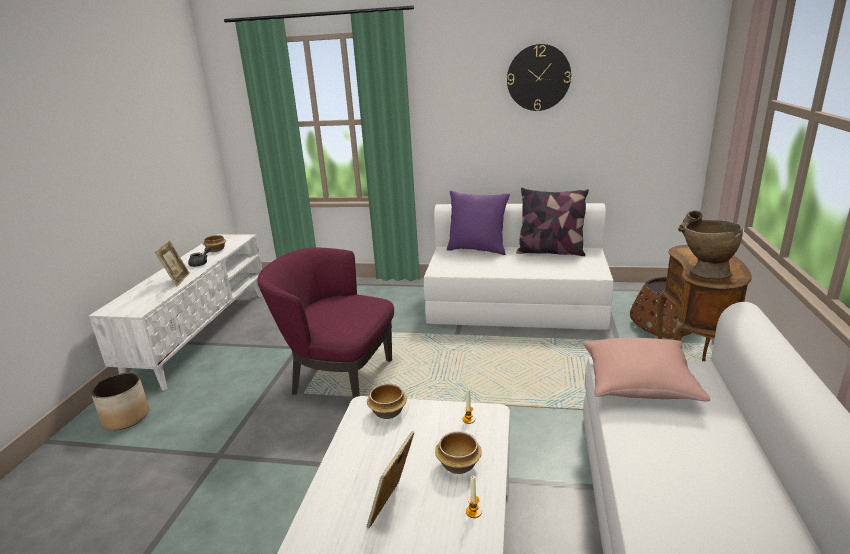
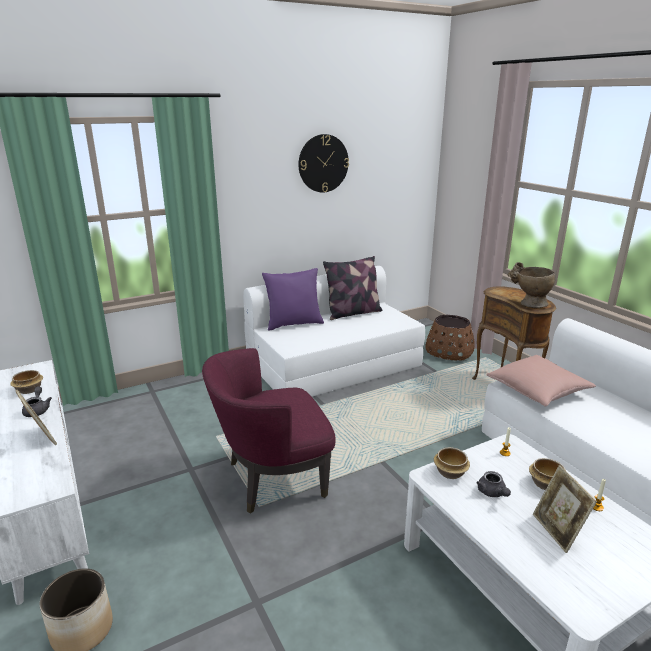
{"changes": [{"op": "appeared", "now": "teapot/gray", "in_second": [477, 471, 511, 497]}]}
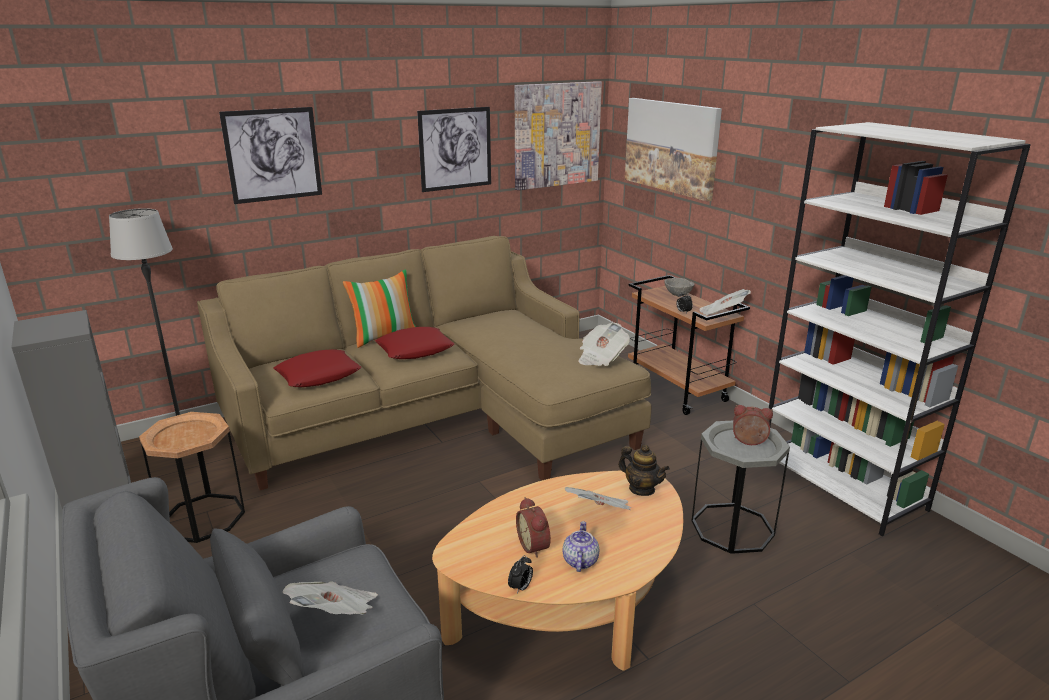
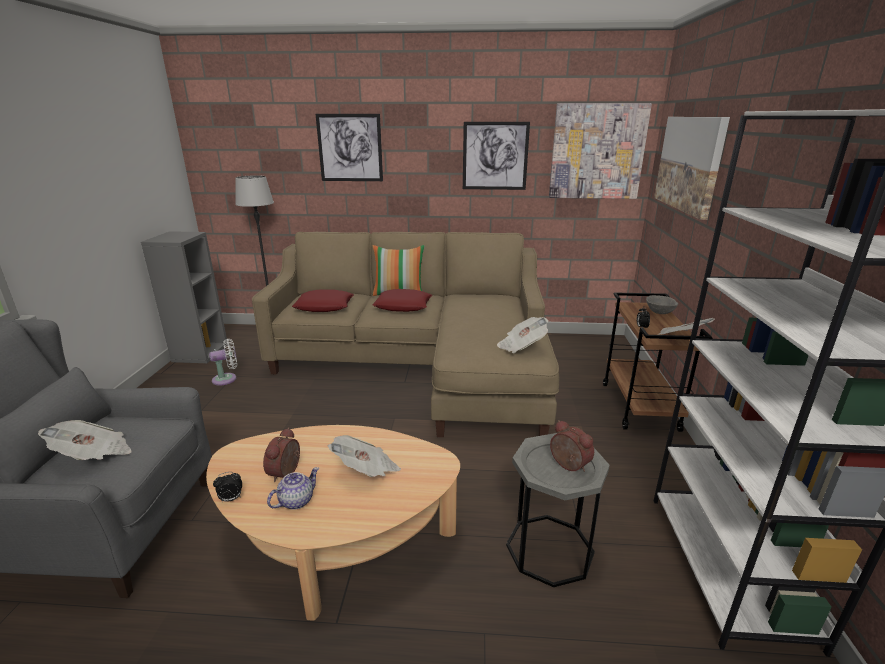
{"changes": [{"op": "exchanged", "was": "end table/brown", "now": "electric fan/whitish", "in_first": [139, 412, 245, 543], "in_second": [209, 339, 237, 385]}, {"op": "missing", "was": "teapot", "in_first": [618, 445, 670, 496]}]}
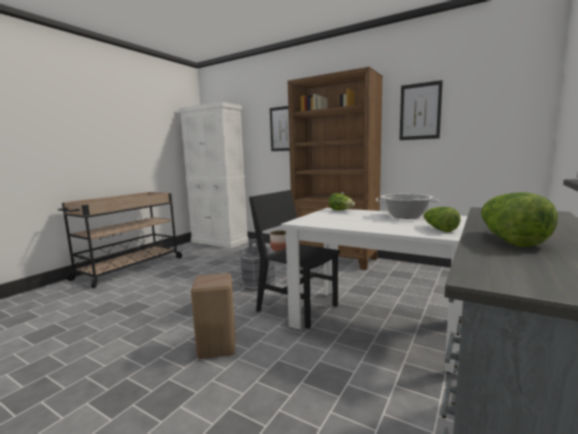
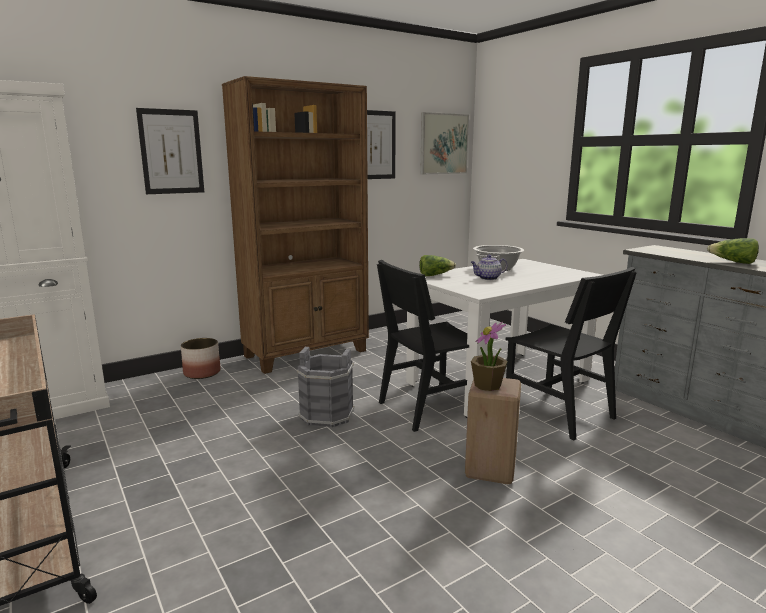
{"changes": [{"op": "missing", "was": "head of lettuce", "in_first": [423, 207, 461, 232]}, {"op": "appeared", "now": "wall picture", "in_second": [420, 112, 469, 174]}, {"op": "appeared", "now": "teapot", "in_second": [471, 255, 508, 280]}, {"op": "appeared", "now": "upright chair/blackish", "in_second": [505, 267, 637, 441]}, {"op": "appeared", "now": "potted plant", "in_second": [471, 322, 508, 391]}]}
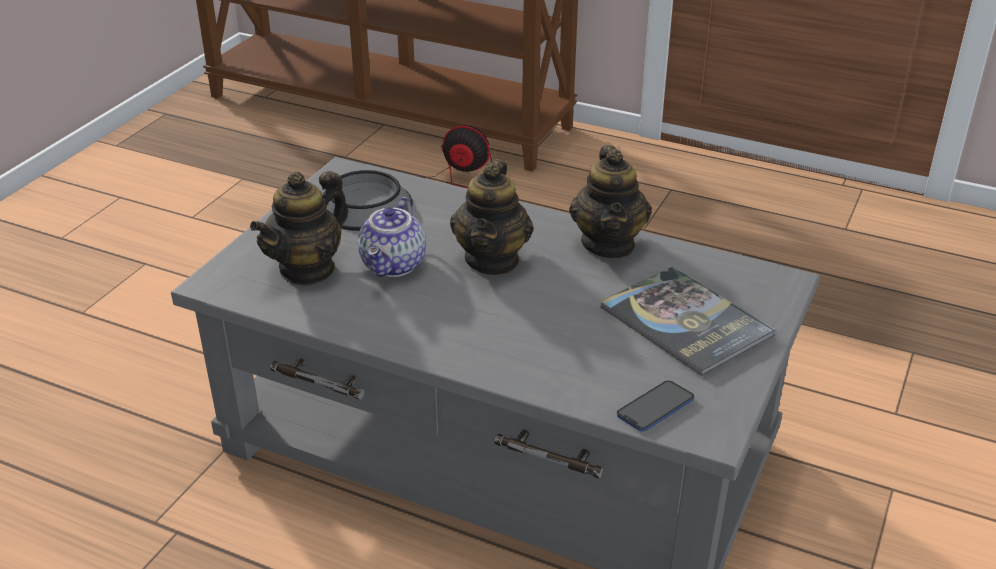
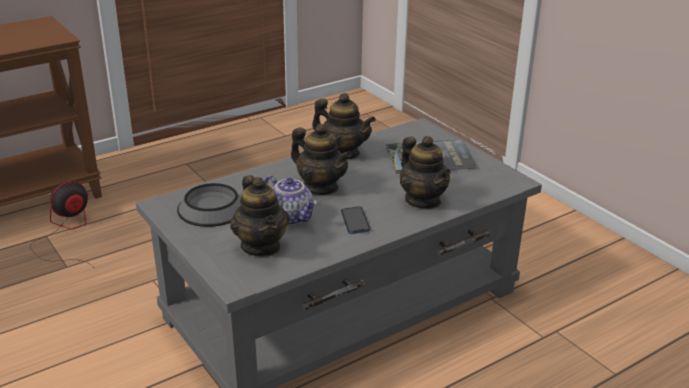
{"changes": [{"op": "relocated", "was": "telephone", "in_first": [617, 380, 694, 431], "in_second": [341, 206, 370, 234]}, {"op": "appeared", "now": "teapot", "in_second": [400, 136, 451, 209]}]}
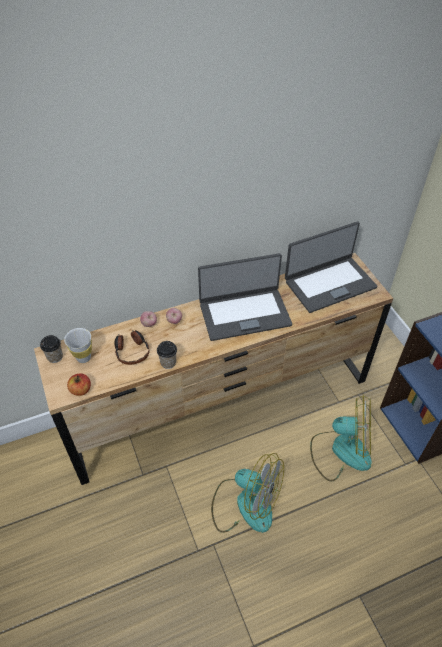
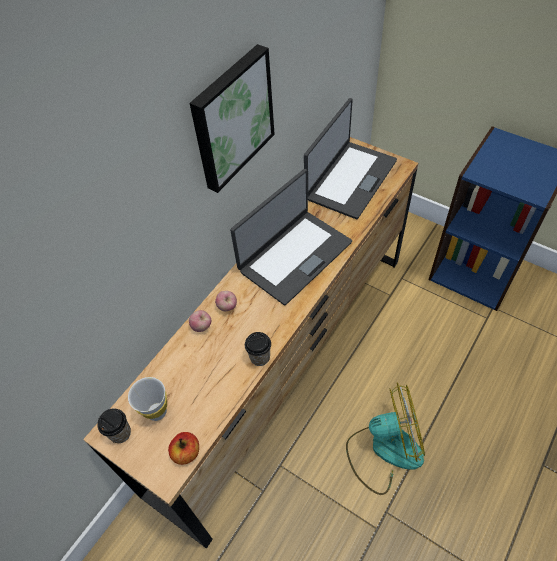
{"changes": [{"op": "missing", "was": "pair of headphones", "in_first": [114, 330, 150, 365]}, {"op": "missing", "was": "electric fan", "in_first": [310, 395, 372, 481]}, {"op": "appeared", "now": "wall picture", "in_second": [190, 44, 275, 193]}]}
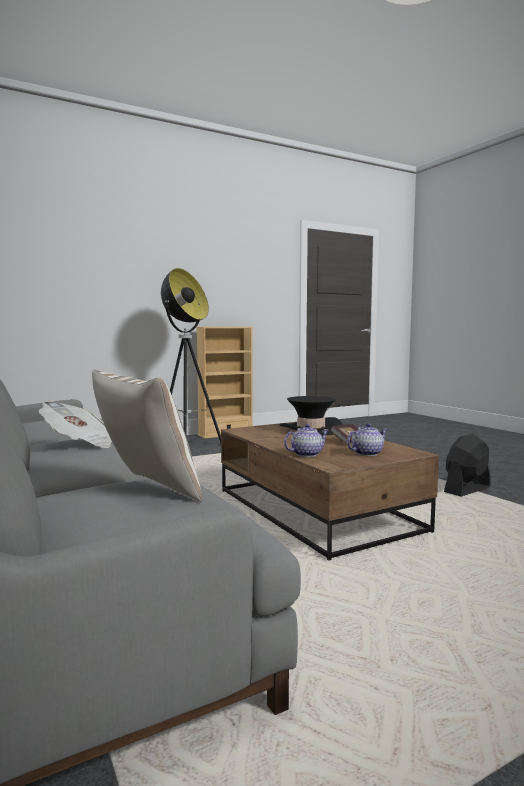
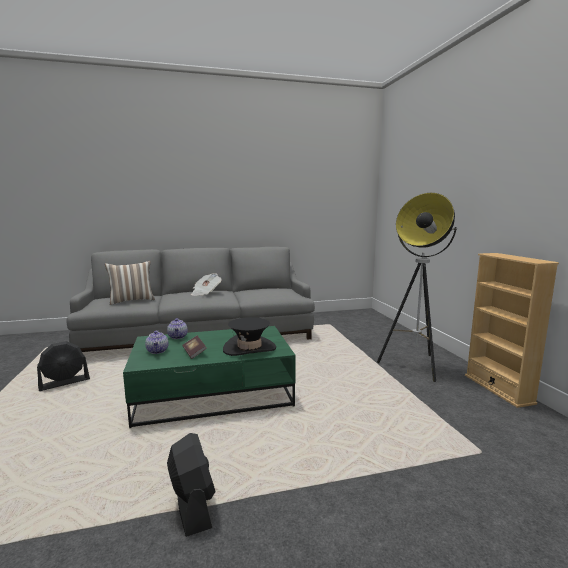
{"changes": [{"op": "colour", "was": "lounge table/brown", "now": "lounge table/greenish", "in_first": [221, 422, 439, 560], "in_second": [123, 326, 296, 428]}, {"op": "appeared", "now": "electric fan/blackish", "in_second": [37, 341, 90, 391]}]}
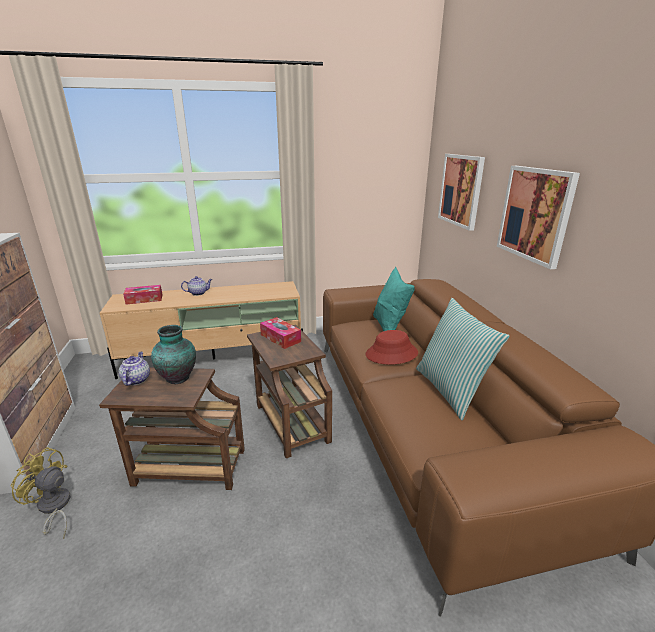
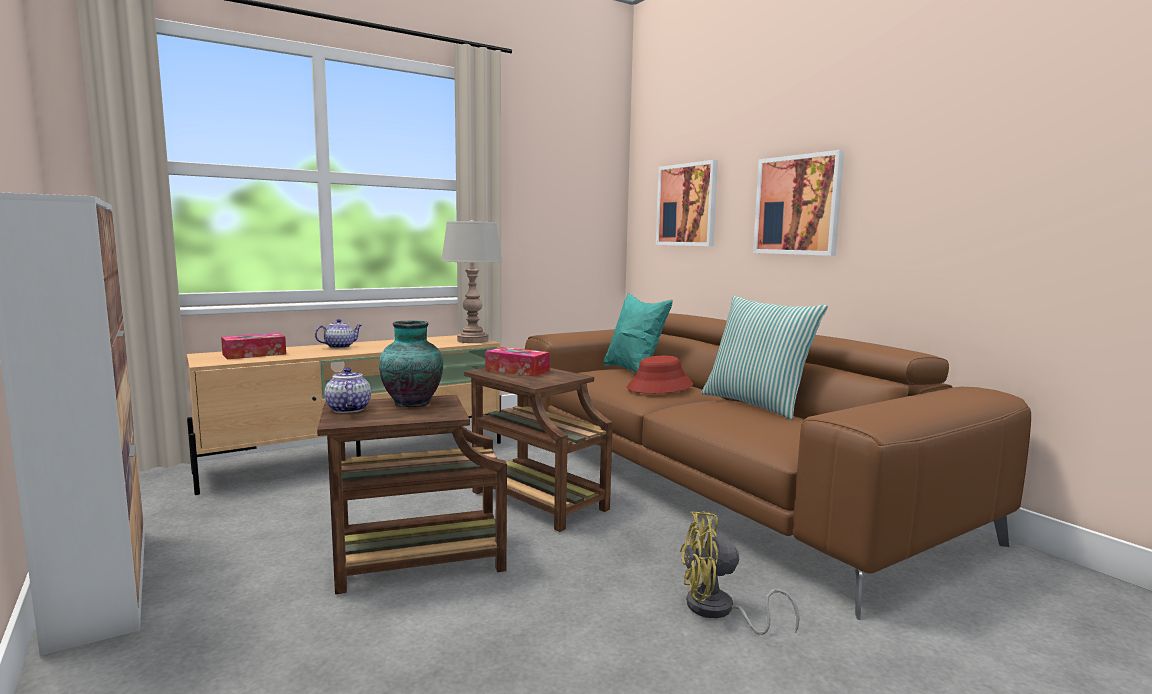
{"changes": [{"op": "relocated", "was": "electric fan/yellow-coloured", "in_first": [10, 447, 70, 539], "in_second": [680, 511, 800, 635]}, {"op": "appeared", "now": "tabletop lamp/gray", "in_second": [441, 220, 503, 343]}]}
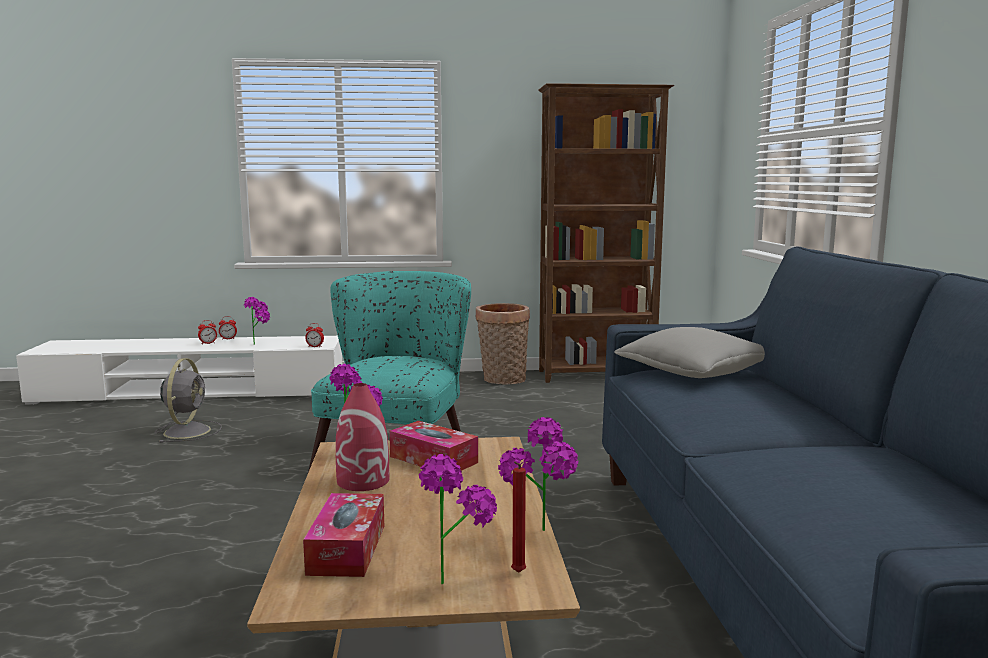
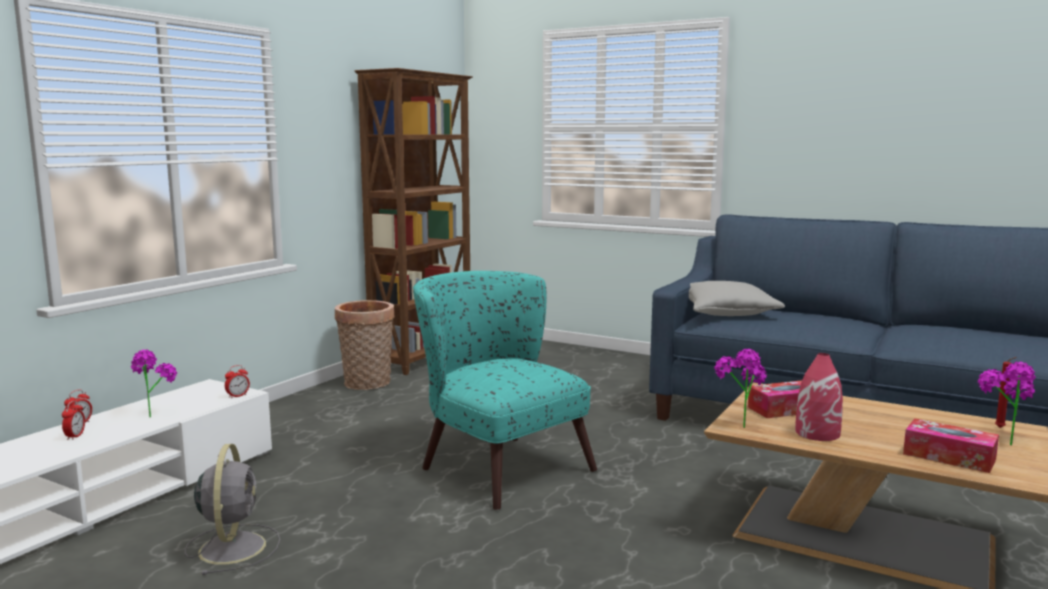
{"changes": [{"op": "spun", "was": "electric fan/gray", "in_first": [155, 358, 222, 443], "in_second": [185, 444, 280, 575], "clockwise": 45}, {"op": "missing", "was": "potted plant", "in_first": [498, 417, 578, 531]}]}
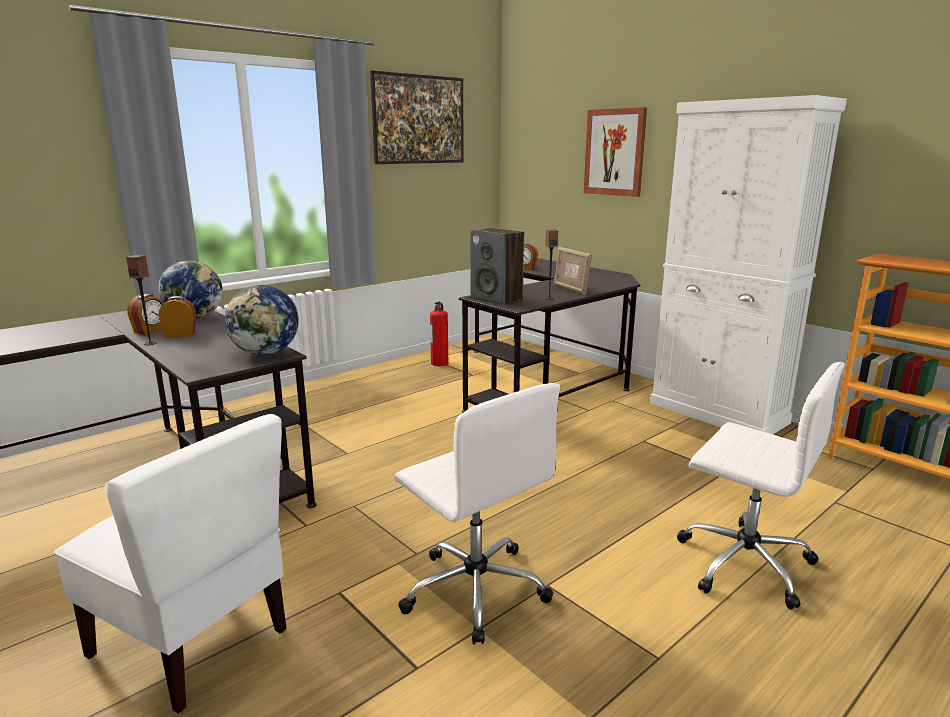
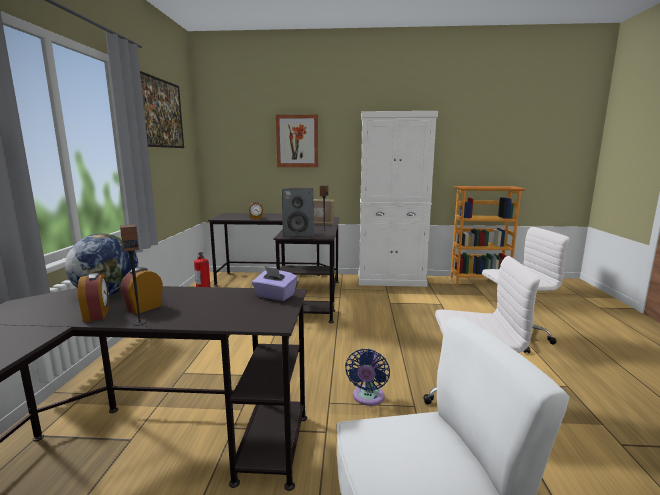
{"changes": [{"op": "exchanged", "was": "desk globe", "now": "tissue box/purple", "in_first": [225, 285, 299, 355], "in_second": [252, 267, 298, 301]}, {"op": "appeared", "now": "electric fan/blue", "in_second": [345, 349, 390, 406]}]}
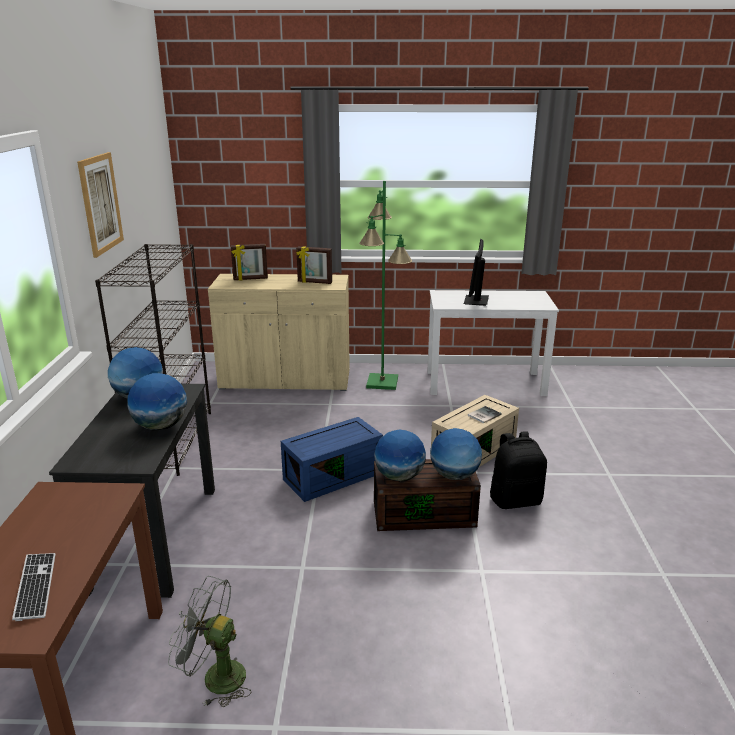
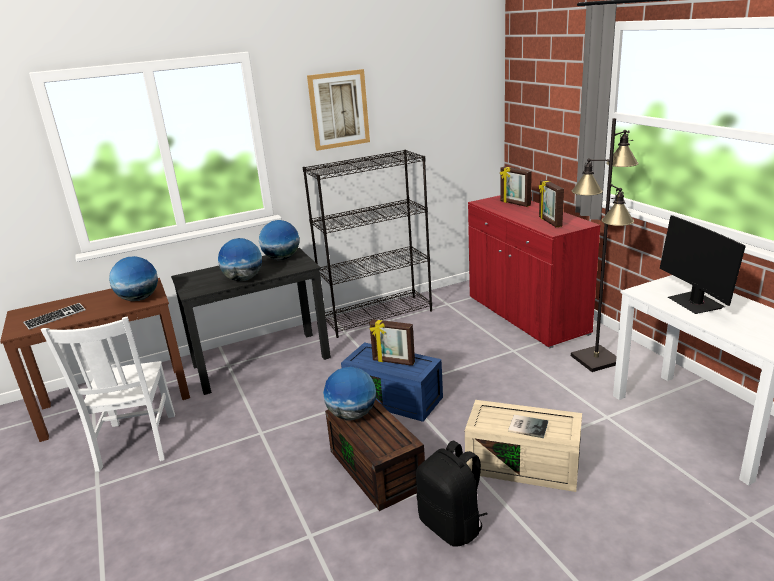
{"changes": [{"op": "colour", "was": "standing lamp/greenish", "now": "standing lamp/blackish", "in_first": [359, 181, 412, 390], "in_second": [571, 118, 639, 372]}, {"op": "spun", "was": "monitor", "in_first": [464, 239, 489, 306], "in_second": [660, 215, 745, 314], "clockwise": -90}, {"op": "colour", "was": "cabinet/beige", "now": "cabinet/reddish", "in_first": [208, 274, 350, 391], "in_second": [468, 195, 601, 348]}, {"op": "relocated", "was": "desk globe", "in_first": [430, 428, 482, 480], "in_second": [109, 256, 158, 301]}, {"op": "exchanged", "was": "electric fan/gray", "now": "upright chair/whitish", "in_first": [168, 576, 251, 707], "in_second": [41, 316, 175, 472]}, {"op": "appeared", "now": "picture frame", "in_second": [369, 319, 415, 366]}]}
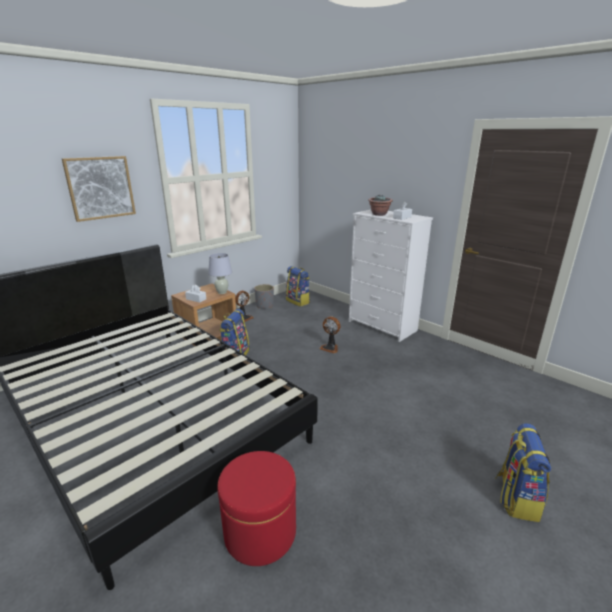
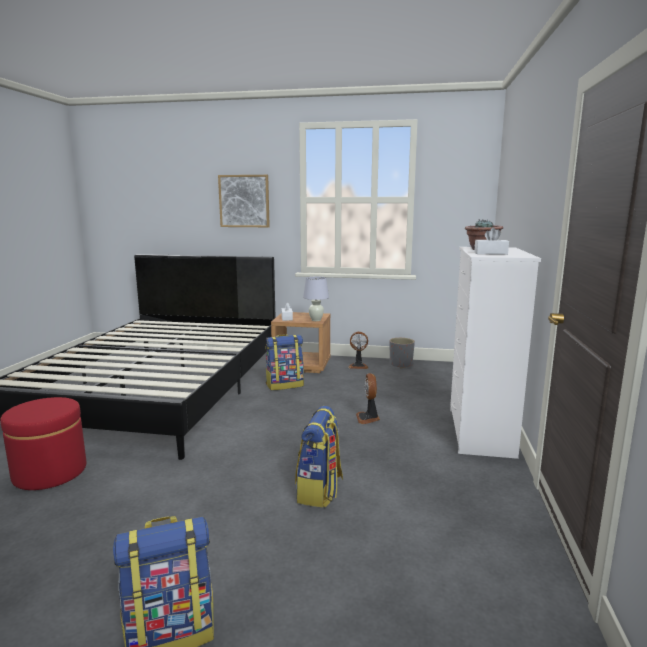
{"changes": [{"op": "relocated", "was": "backpack", "in_first": [286, 266, 310, 307], "in_second": [295, 406, 343, 507]}]}
